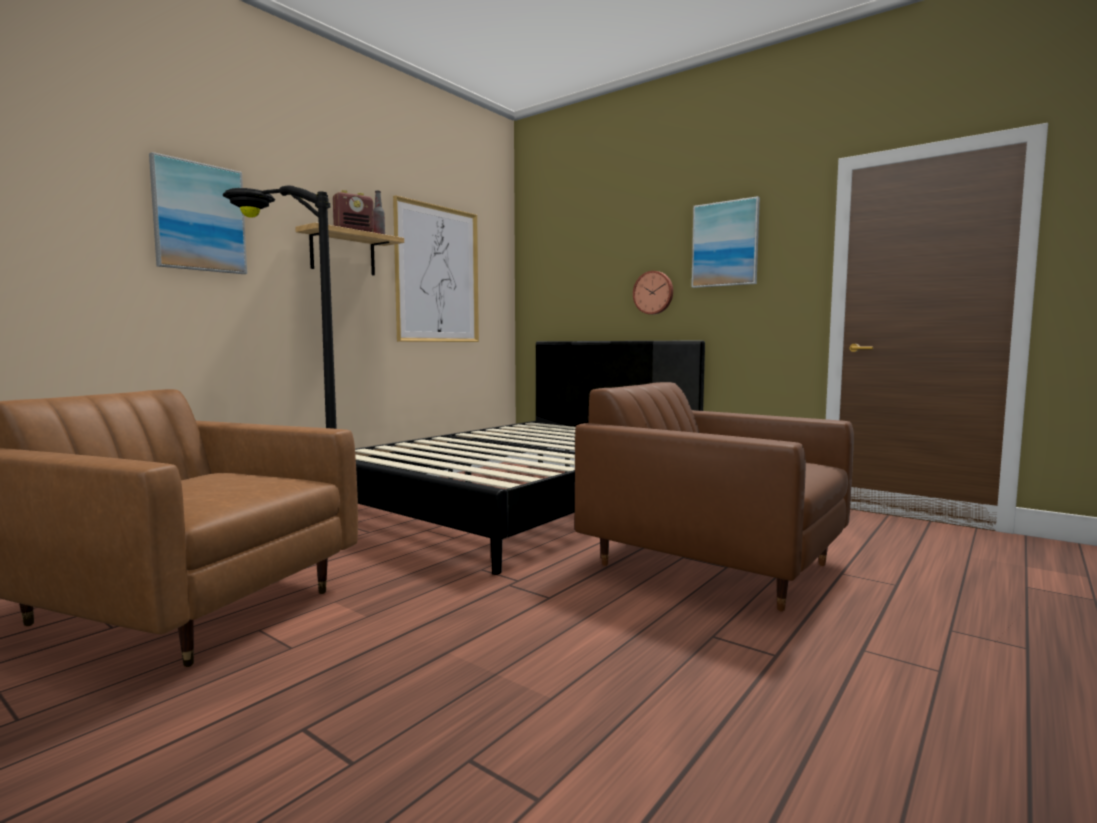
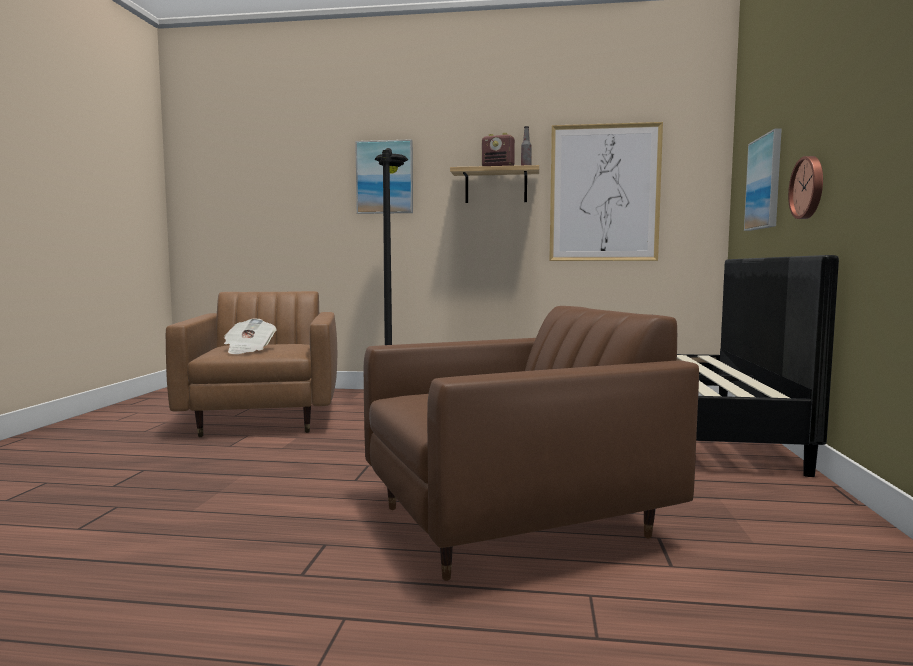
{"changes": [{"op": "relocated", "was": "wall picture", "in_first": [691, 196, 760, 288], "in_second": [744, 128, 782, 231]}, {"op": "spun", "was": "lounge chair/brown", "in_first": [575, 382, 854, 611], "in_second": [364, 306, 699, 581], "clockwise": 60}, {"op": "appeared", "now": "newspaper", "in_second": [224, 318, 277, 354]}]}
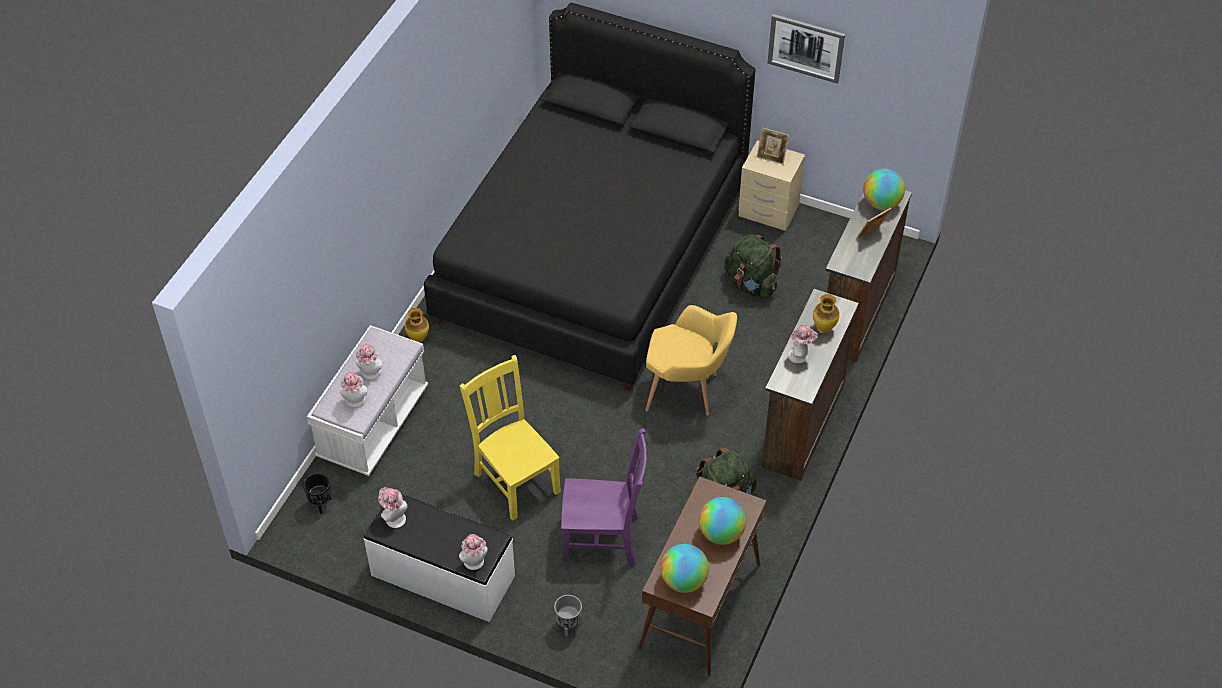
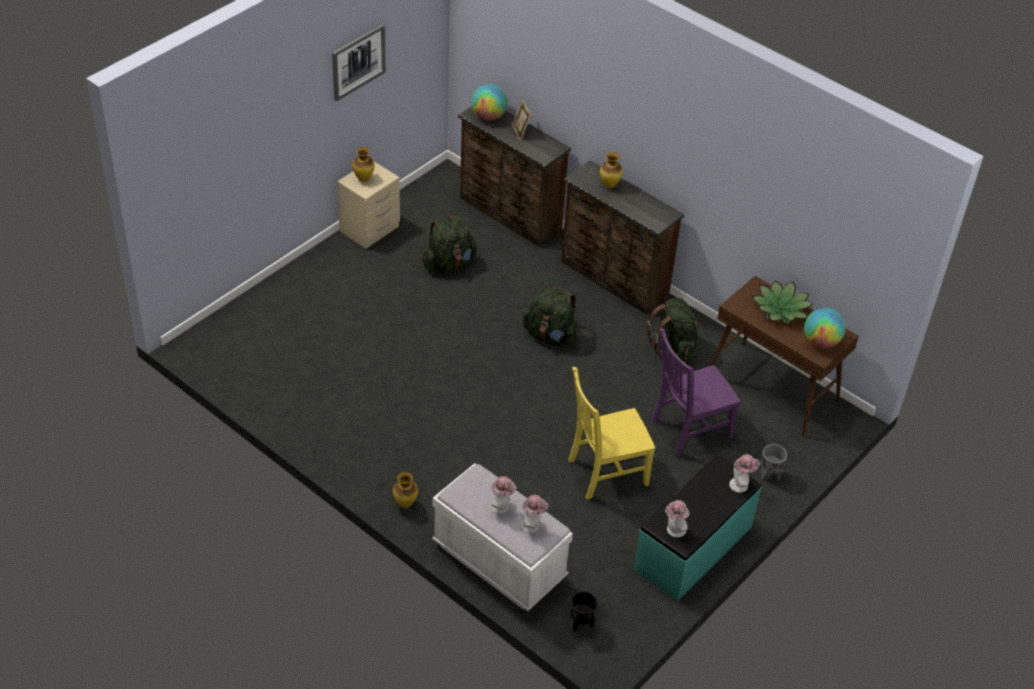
{"changes": [{"op": "missing", "was": "bed/blackish", "in_first": [424, 2, 756, 391]}, {"op": "exchanged", "was": "picture frame", "now": "flower vase", "in_first": [757, 128, 789, 165], "in_second": [352, 147, 375, 182]}, {"op": "exchanged", "was": "lounge chair/yellow-coloured", "now": "backpack/greenish", "in_first": [645, 305, 737, 416], "in_second": [523, 287, 579, 345]}, {"op": "missing", "was": "wearable hat", "in_first": [788, 325, 818, 364]}, {"op": "spun", "was": "upright chair/purple", "in_first": [561, 428, 647, 566], "in_second": [651, 328, 741, 457], "clockwise": -135}, {"op": "colour", "was": "long seat/whitish", "now": "long seat/turquoise-coloured", "in_first": [364, 494, 515, 622], "in_second": [634, 455, 762, 601]}, {"op": "exchanged", "was": "desk globe", "now": "potted plant", "in_first": [699, 497, 746, 545], "in_second": [752, 281, 813, 325]}]}
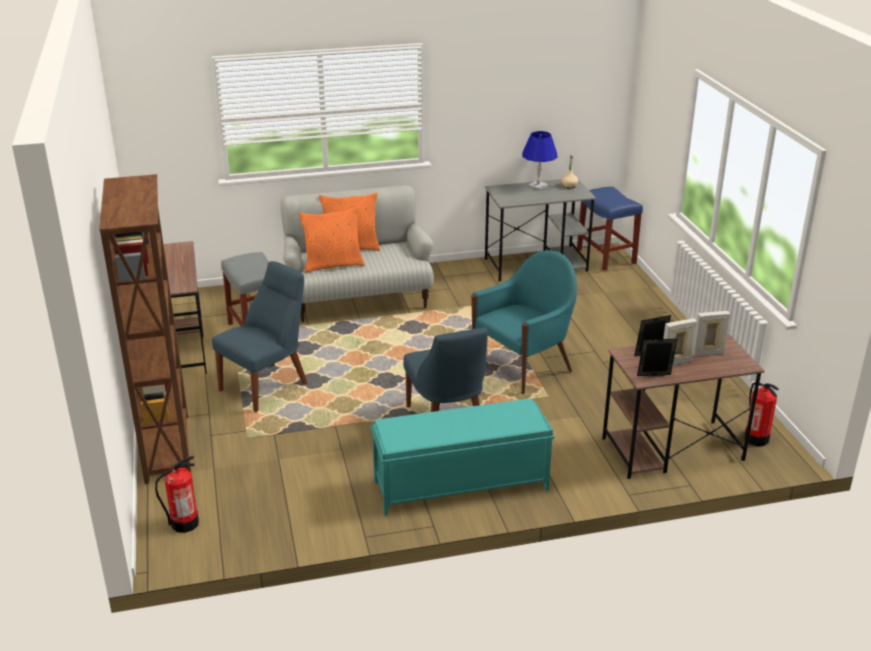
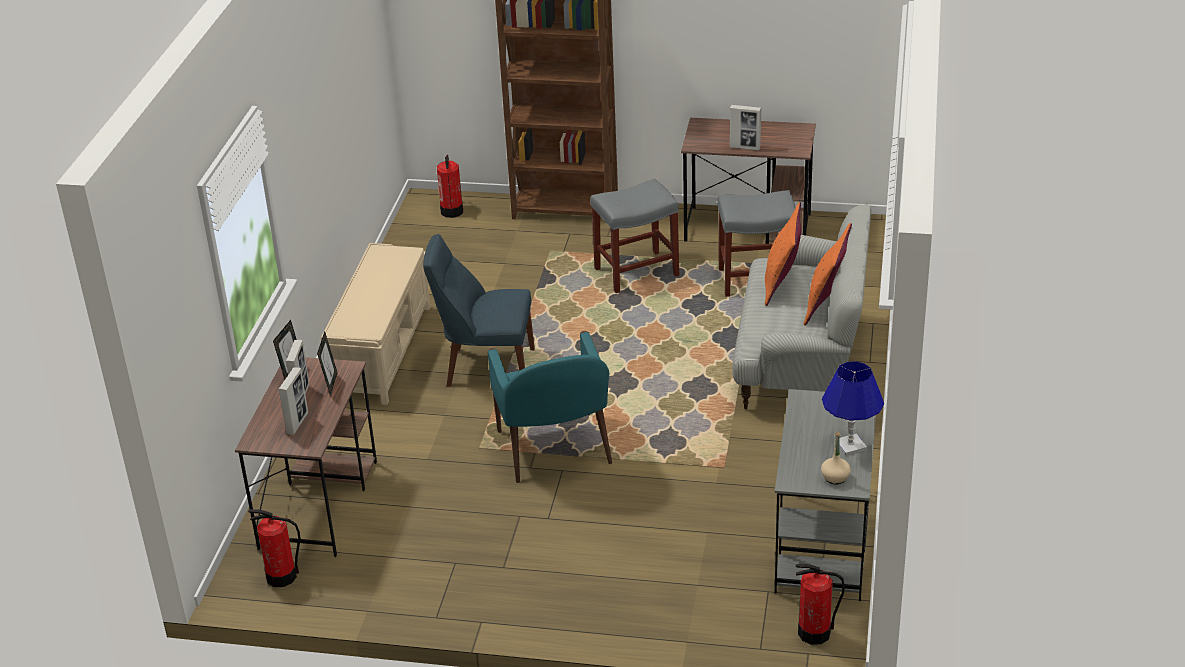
{"changes": [{"op": "exchanged", "was": "stool/blue", "now": "extinguisher", "in_first": [577, 187, 643, 271], "in_second": [795, 564, 845, 645]}, {"op": "exchanged", "was": "upright chair/blue", "now": "stool/gray", "in_first": [212, 261, 307, 412], "in_second": [590, 179, 679, 293]}, {"op": "colour", "was": "long seat/turquoise-coloured", "now": "long seat/beige", "in_first": [370, 399, 555, 516], "in_second": [321, 243, 430, 405]}, {"op": "appeared", "now": "picture frame", "in_second": [730, 105, 762, 151]}]}
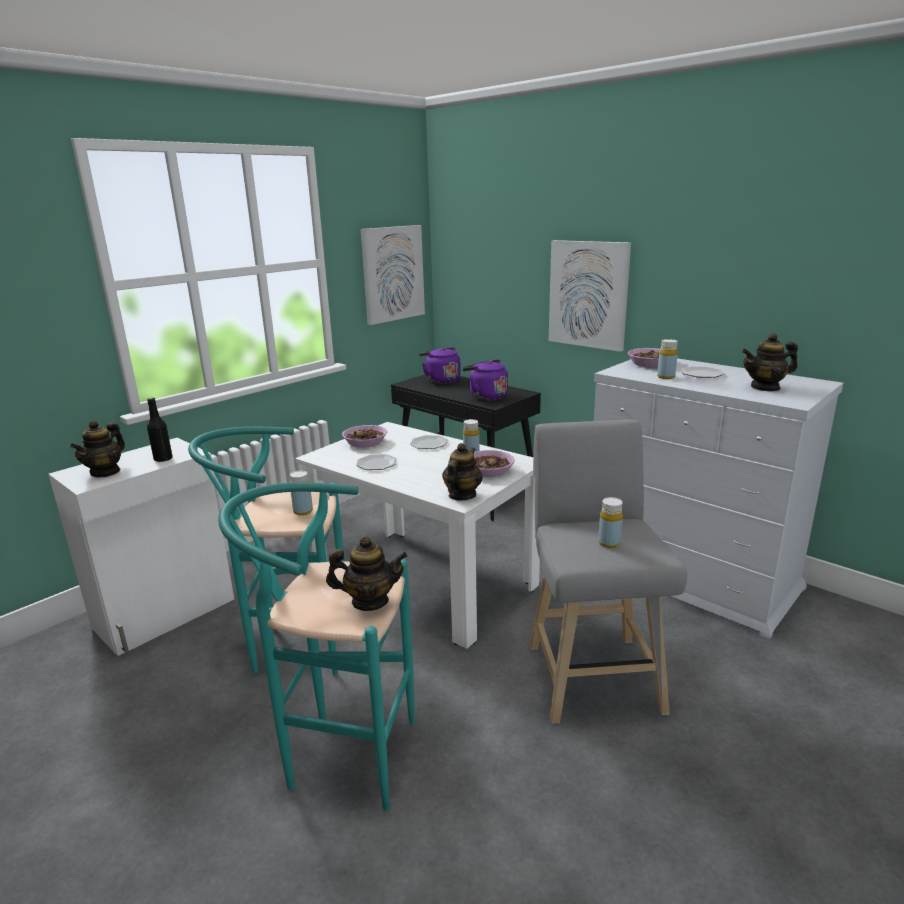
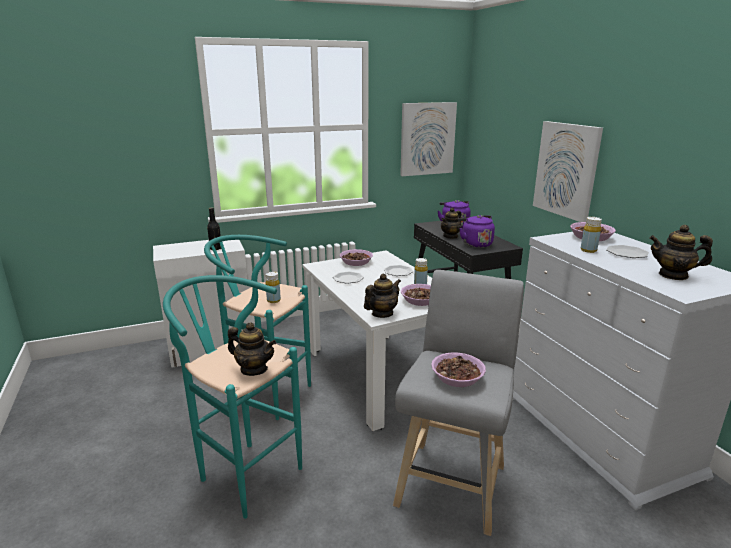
{"changes": [{"op": "relocated", "was": "teapot", "in_first": [70, 420, 125, 477], "in_second": [441, 207, 461, 239]}, {"op": "exchanged", "was": "beverage bottle/yellow-coloured", "now": "serving bowl", "in_first": [598, 497, 623, 548], "in_second": [431, 352, 486, 387]}]}
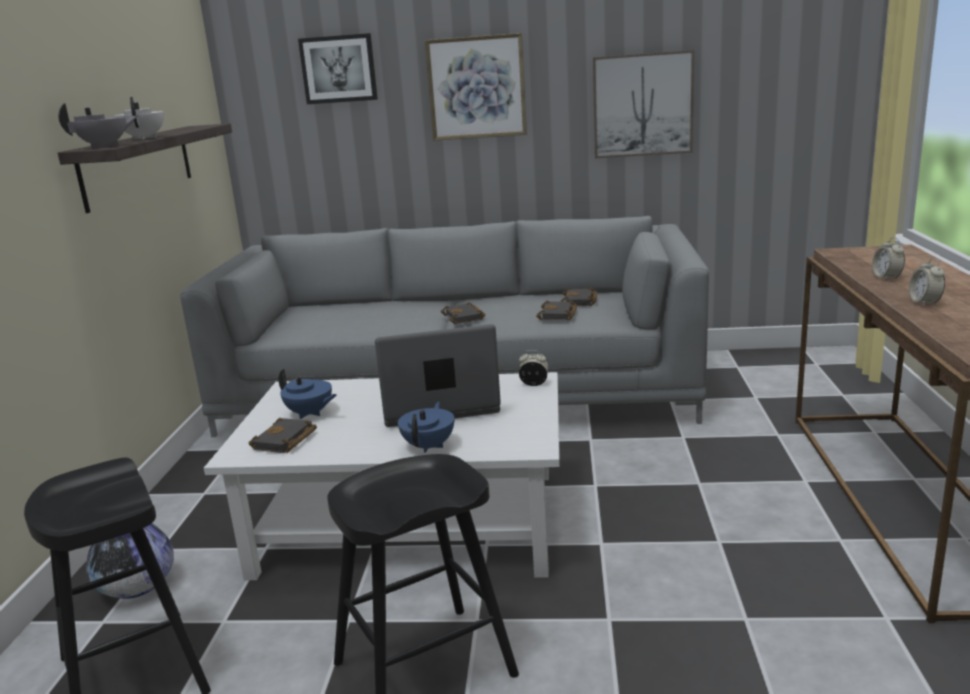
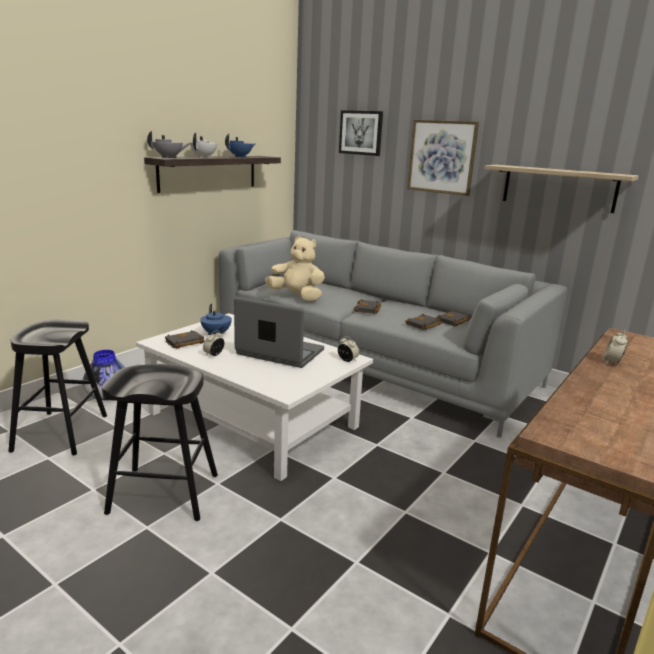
{"changes": [{"op": "exchanged", "was": "wall picture", "now": "wall shelf", "in_first": [593, 50, 694, 158], "in_second": [484, 165, 639, 213]}, {"op": "relocated", "was": "table clock", "in_first": [909, 258, 945, 307], "in_second": [203, 330, 224, 356]}, {"op": "relocated", "was": "teapot/blue", "in_first": [398, 402, 454, 453], "in_second": [225, 133, 255, 157]}, {"op": "appeared", "now": "soft toy/beige", "in_second": [265, 236, 325, 301]}]}
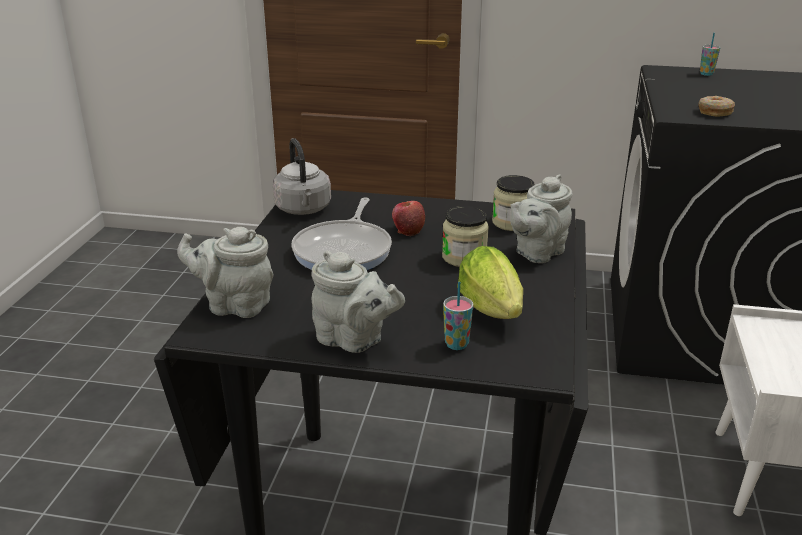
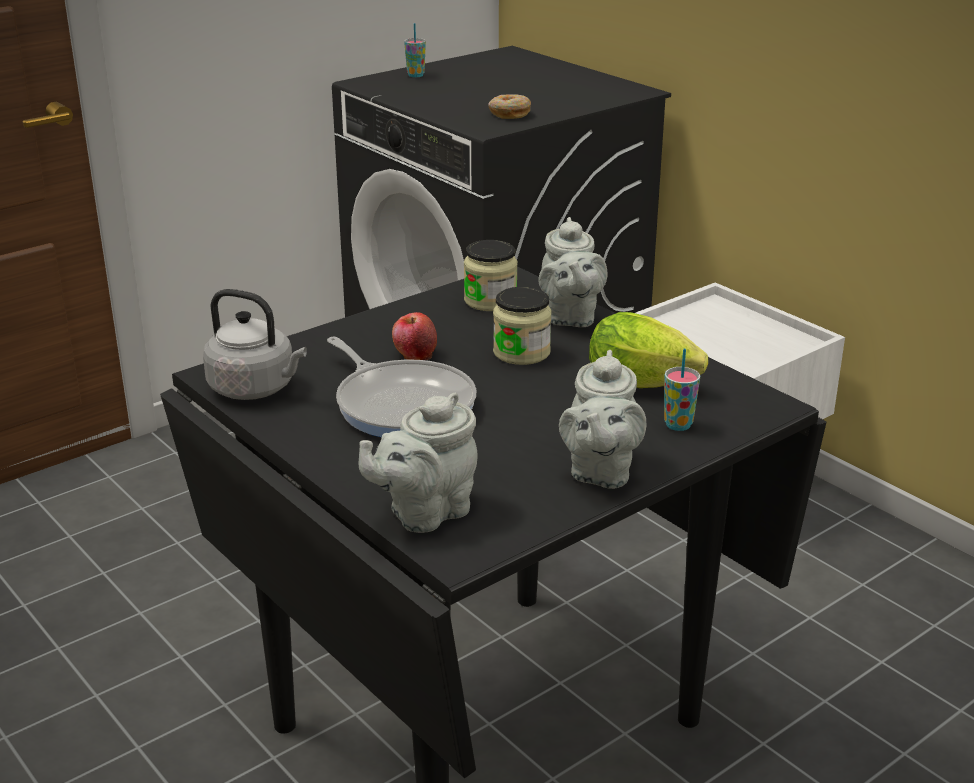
{"changes": [{"op": "spun", "was": "teapot/gray", "in_first": [311, 250, 405, 353], "in_second": [559, 350, 647, 489], "clockwise": 120}]}
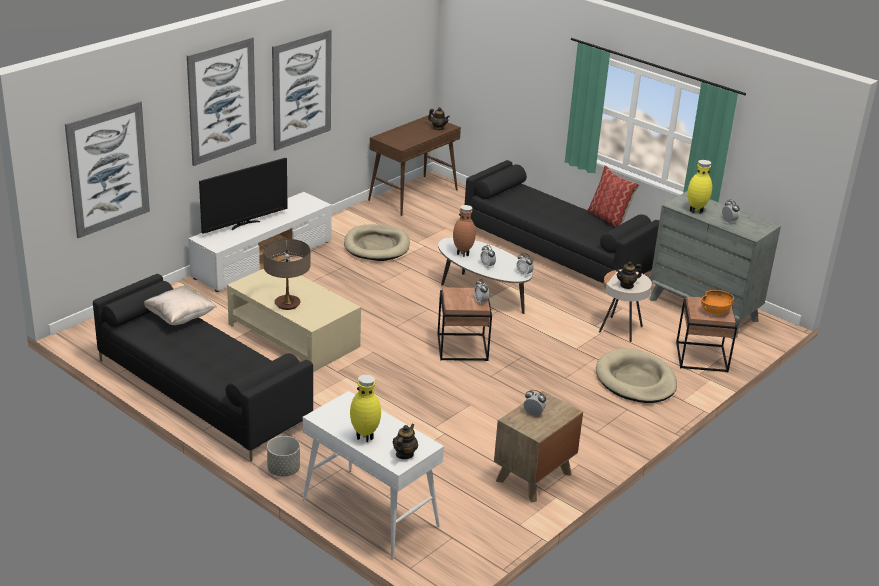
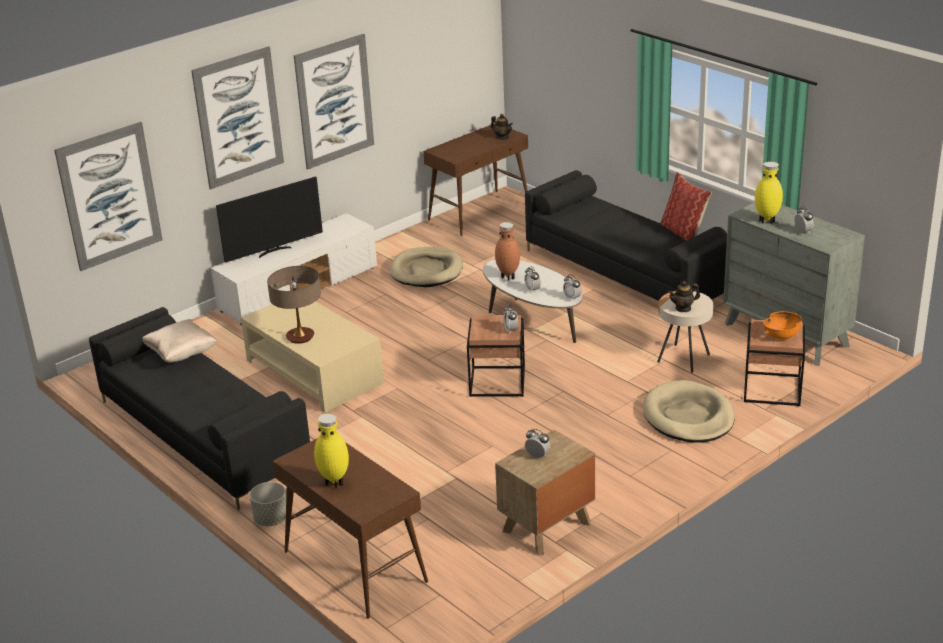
{"changes": [{"op": "colour", "was": "console table/whitish", "now": "console table/brown", "in_first": [303, 391, 444, 560], "in_second": [273, 439, 428, 619]}, {"op": "missing", "was": "teapot", "in_first": [393, 424, 418, 459]}]}
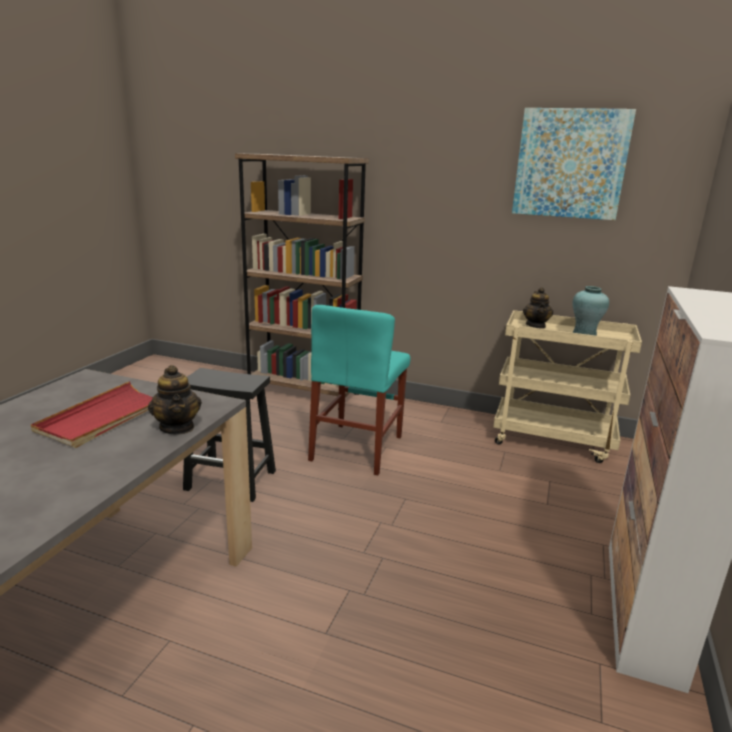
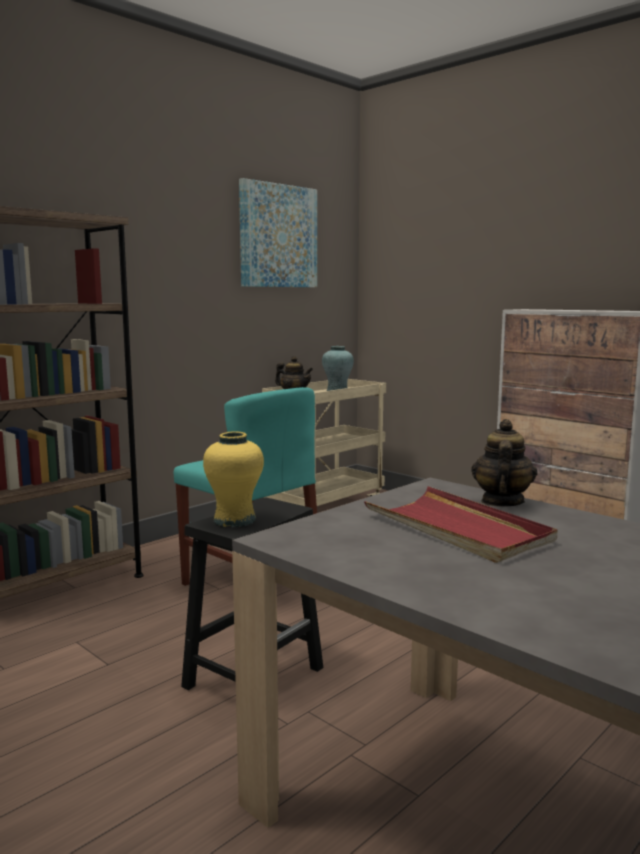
{"changes": [{"op": "spun", "was": "teapot", "in_first": [148, 365, 202, 435], "in_second": [472, 419, 537, 507], "clockwise": -75}, {"op": "appeared", "now": "flower vase/yellow-coloured", "in_second": [203, 431, 264, 528]}]}
